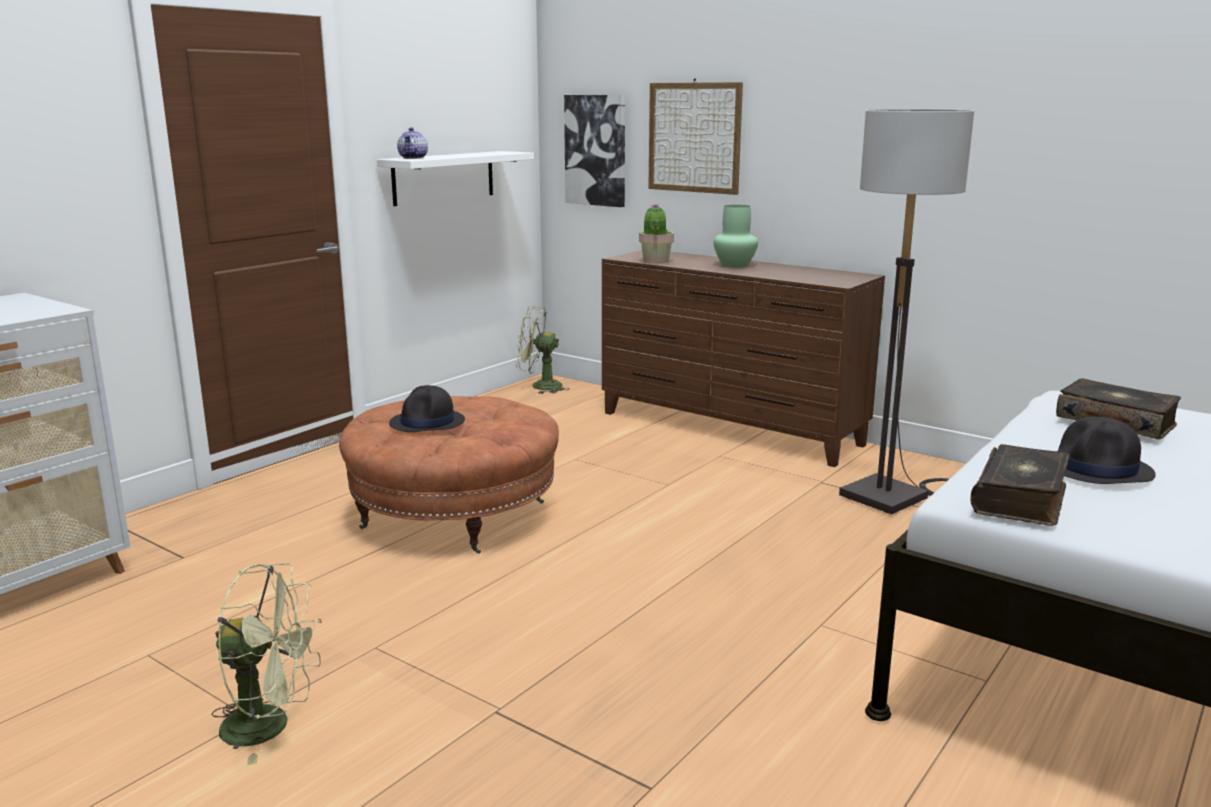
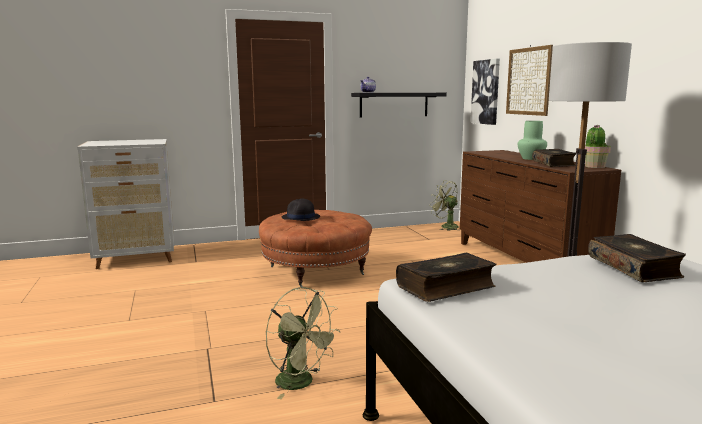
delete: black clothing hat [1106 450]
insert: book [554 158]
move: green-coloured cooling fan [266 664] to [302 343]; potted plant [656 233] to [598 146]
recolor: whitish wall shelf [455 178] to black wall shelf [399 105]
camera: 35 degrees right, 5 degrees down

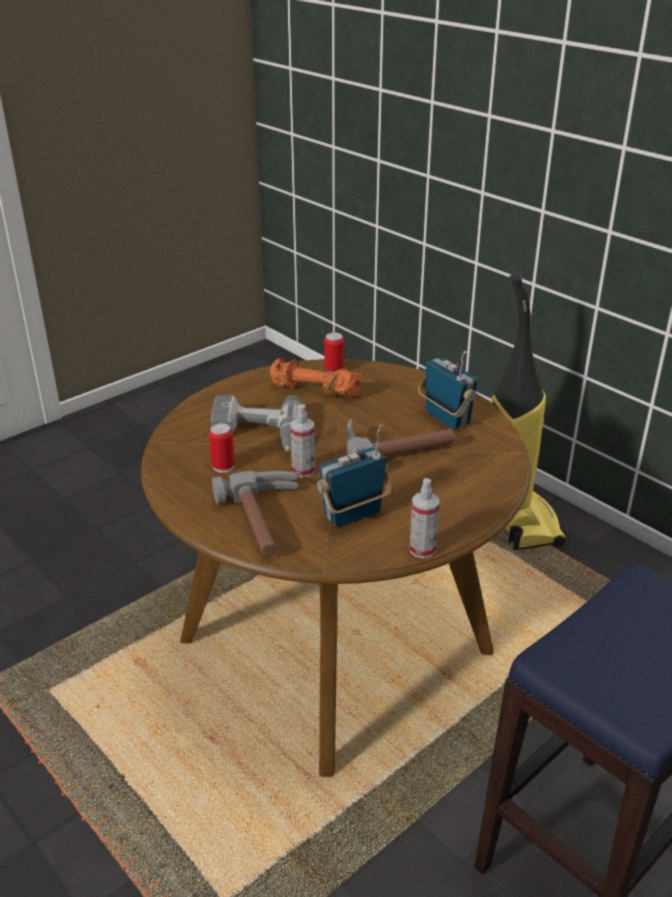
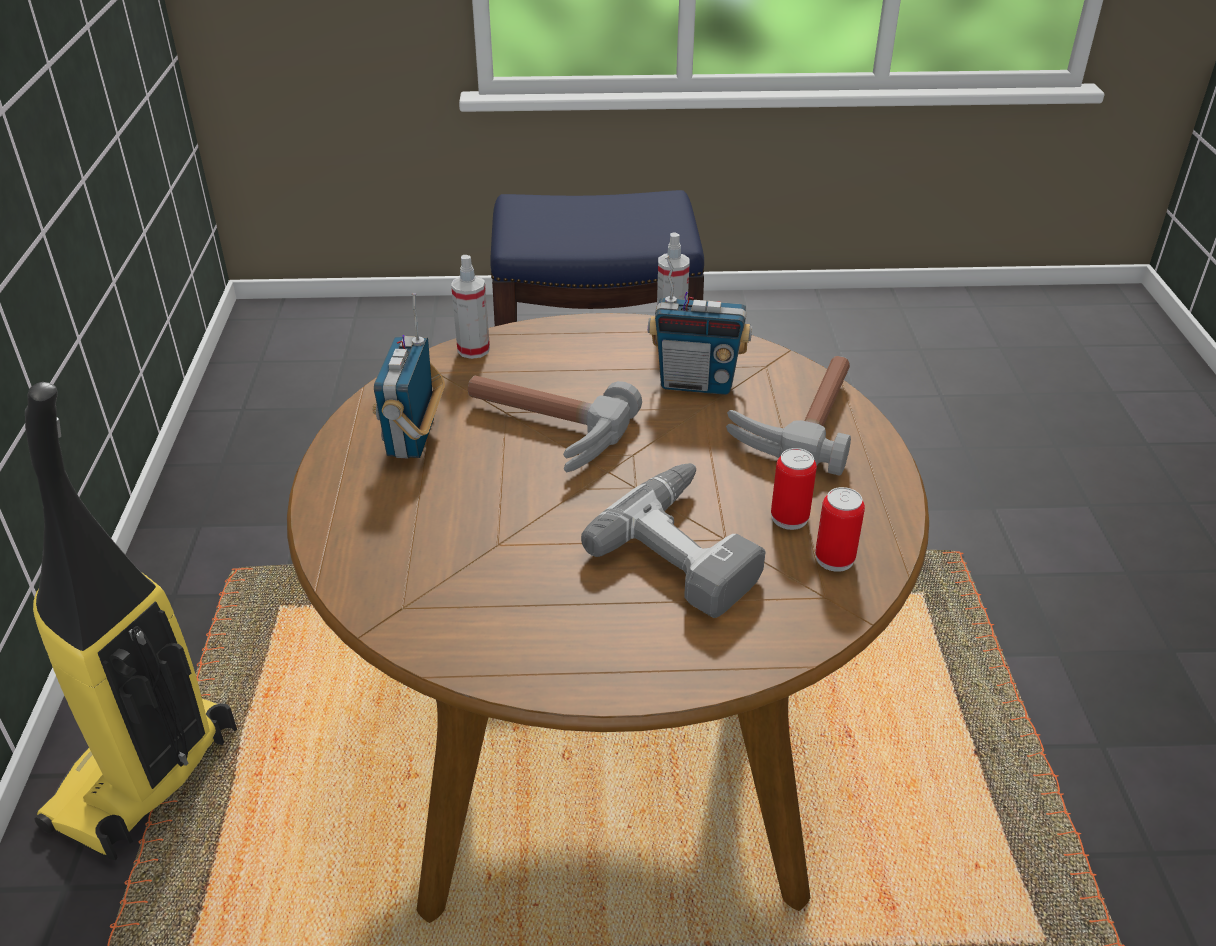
delete: orange-coloured free weight [316 377]
move: hand sprayer [302 441] to [470 307]; metal can [334 352] to [840 529]
camera: 140 degrees left, 5 degrees up

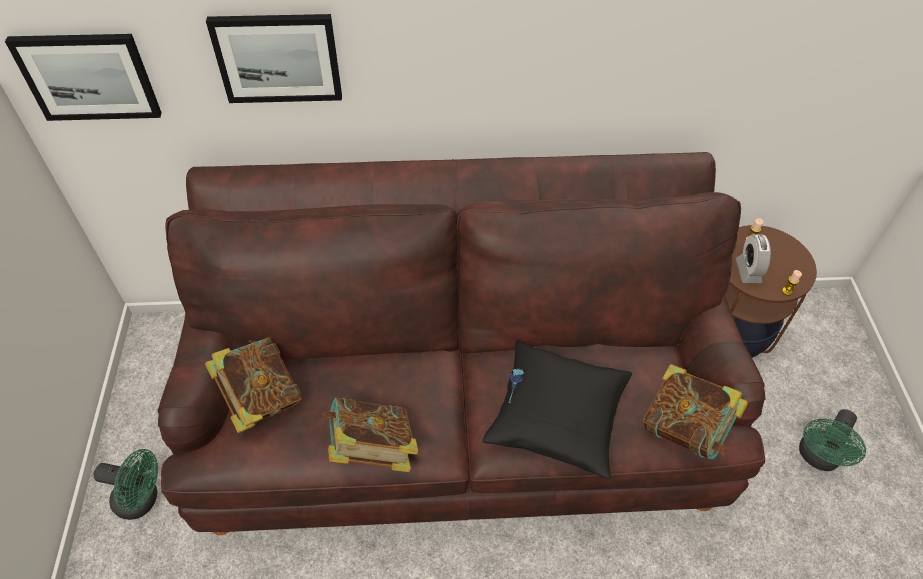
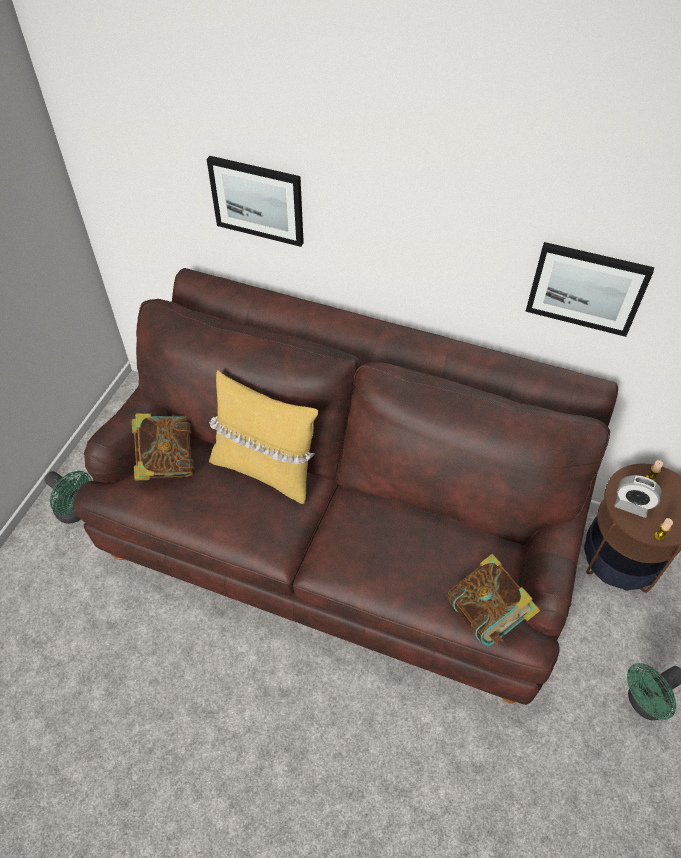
delete: book [370 435]; black cushion [557 410]
insert: yellowish cushion [263 437]
move: wall picture [83 77] to [589 289]
rotate: bedside clock [753 258] = [638 496] 90 degrees counterclockwise
camera: 25 degrees right, 0 degrees up

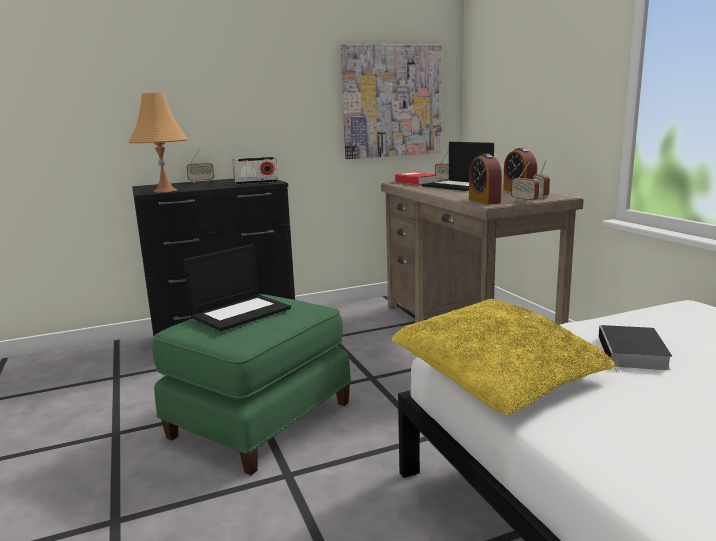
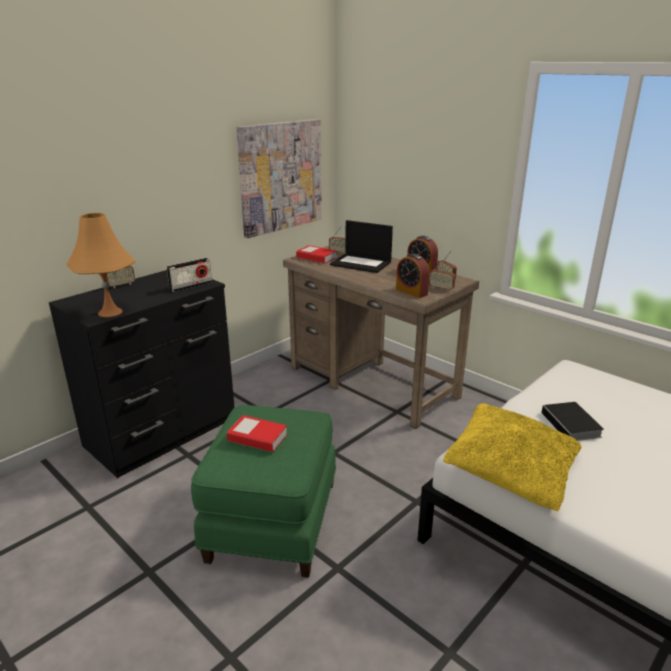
replace: portable computer [237 287] to book [257 433]
camera: 25 degrees left, 10 degrees up

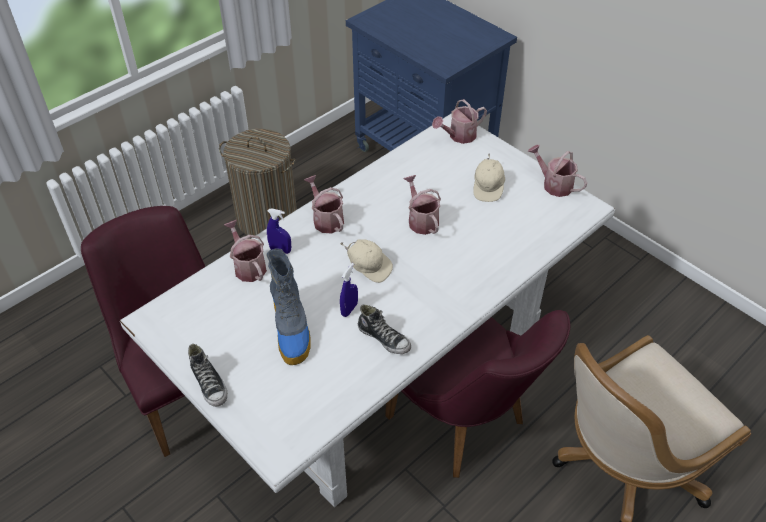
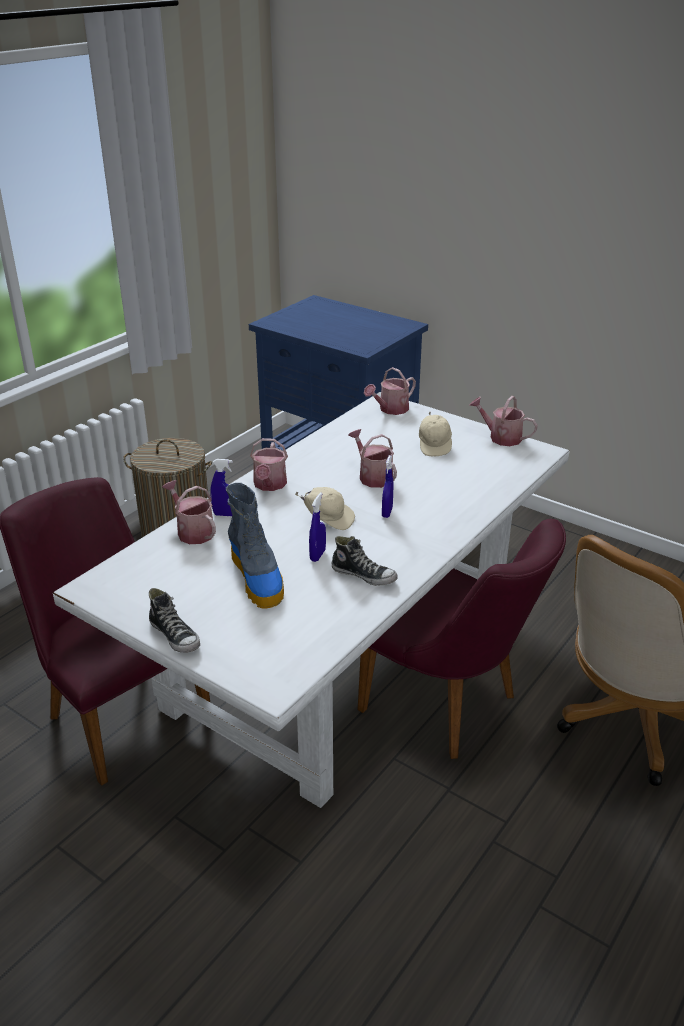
insert: blue hand sprayer [387 486]
rotate: sprinkling can [324 204] = [269 464] 135 degrees counterclockwise
camera: 10 degrees left, 15 degrees down

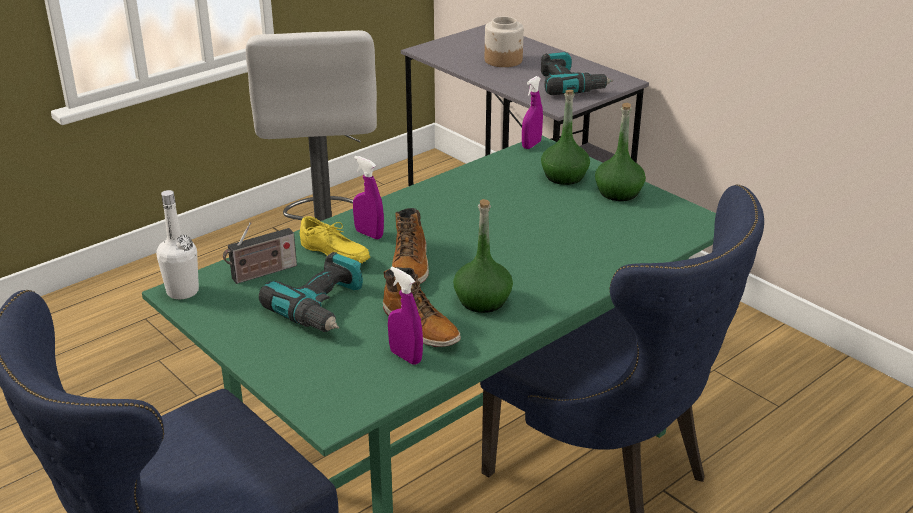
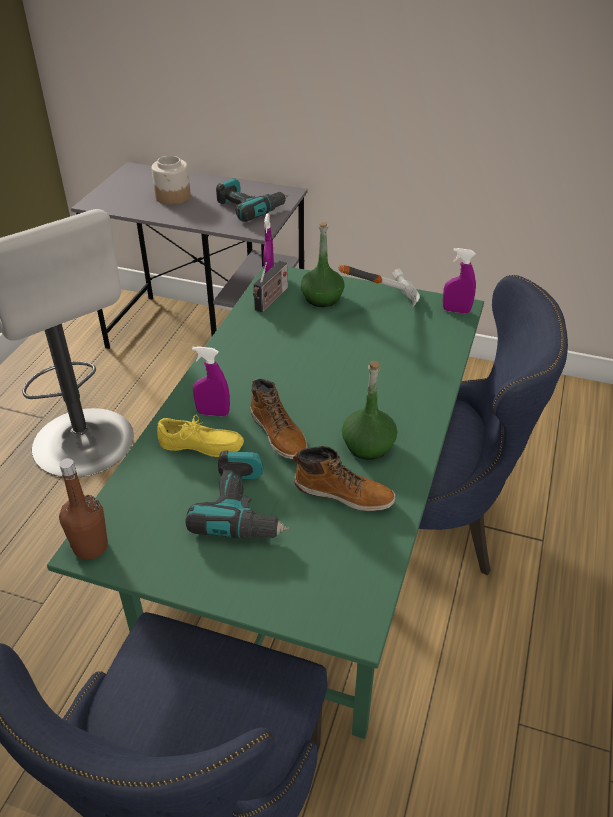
move: radio [260 253] to [270 287]; purple hand sprayer [405 316] to [459 281]
replace: green-coloured drink bottle [620 152] to tool hammer [379 285]
recolor: whitish drink bottle [177 244] to brown drink bottle [83 509]
camera: 30 degrees left, 10 degrees up

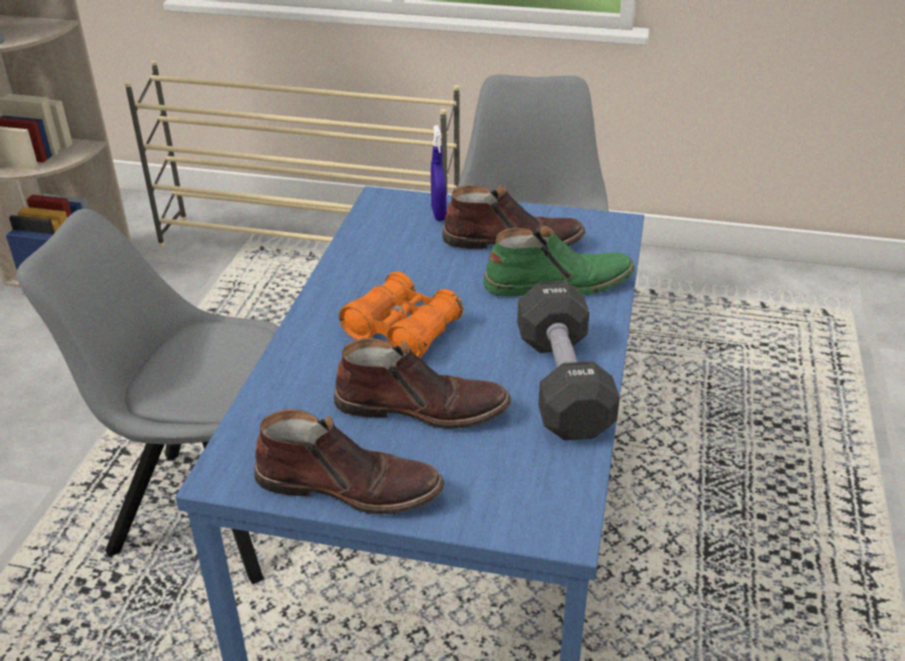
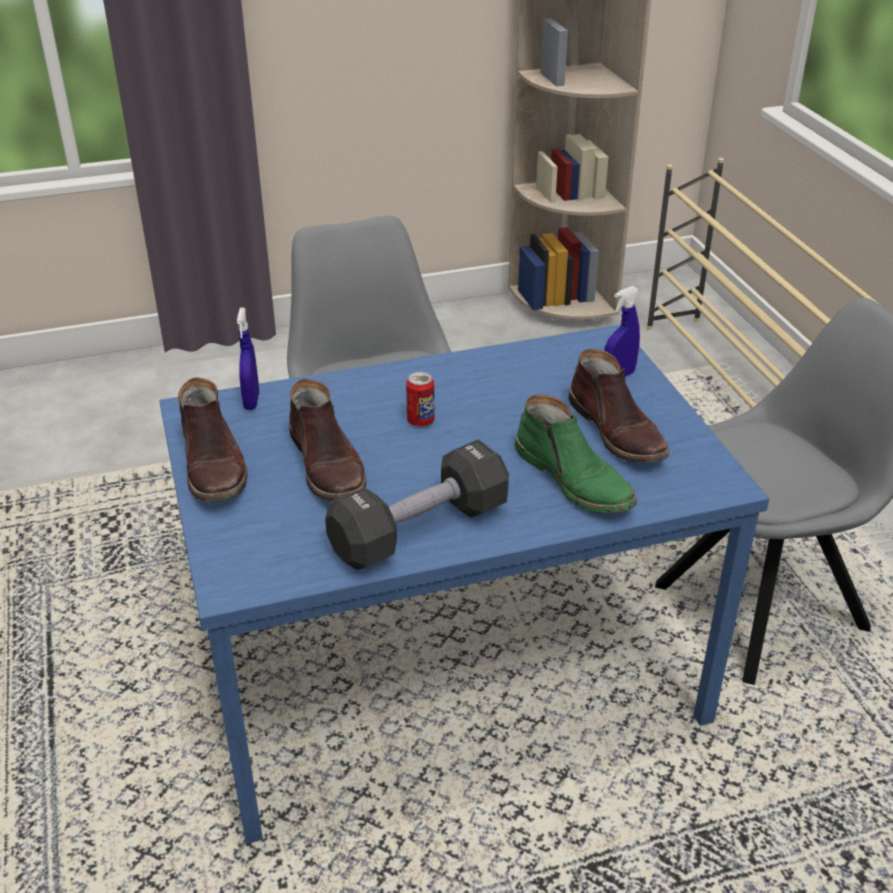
insert: blue hand sprayer [248 359]
replace: orange-coloured field glasses [401 314] to metal can [420 399]
camera: 60 degrees right, 0 degrees up

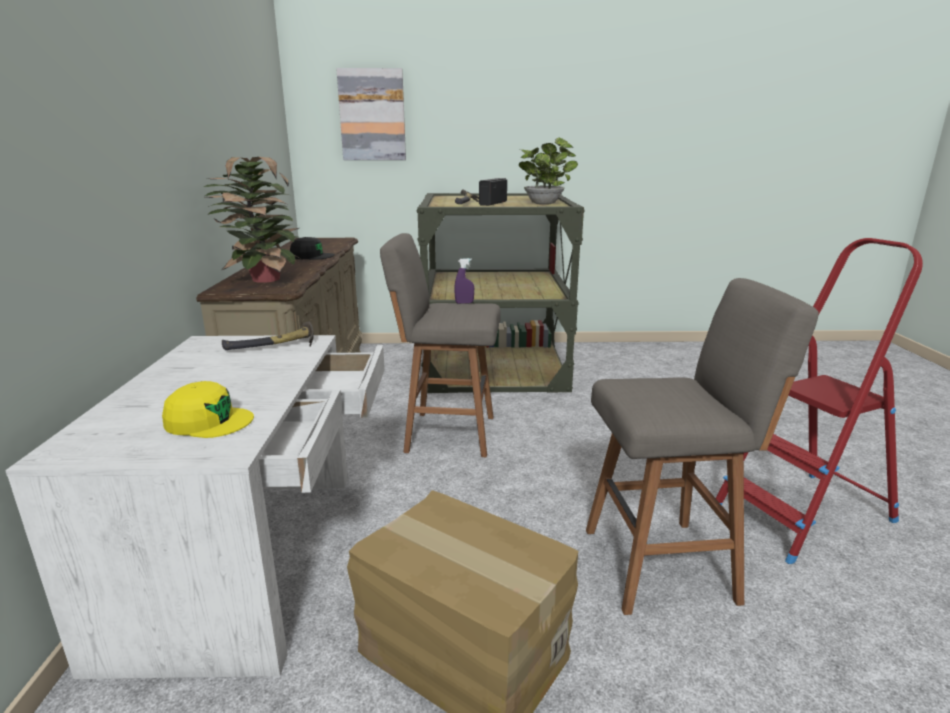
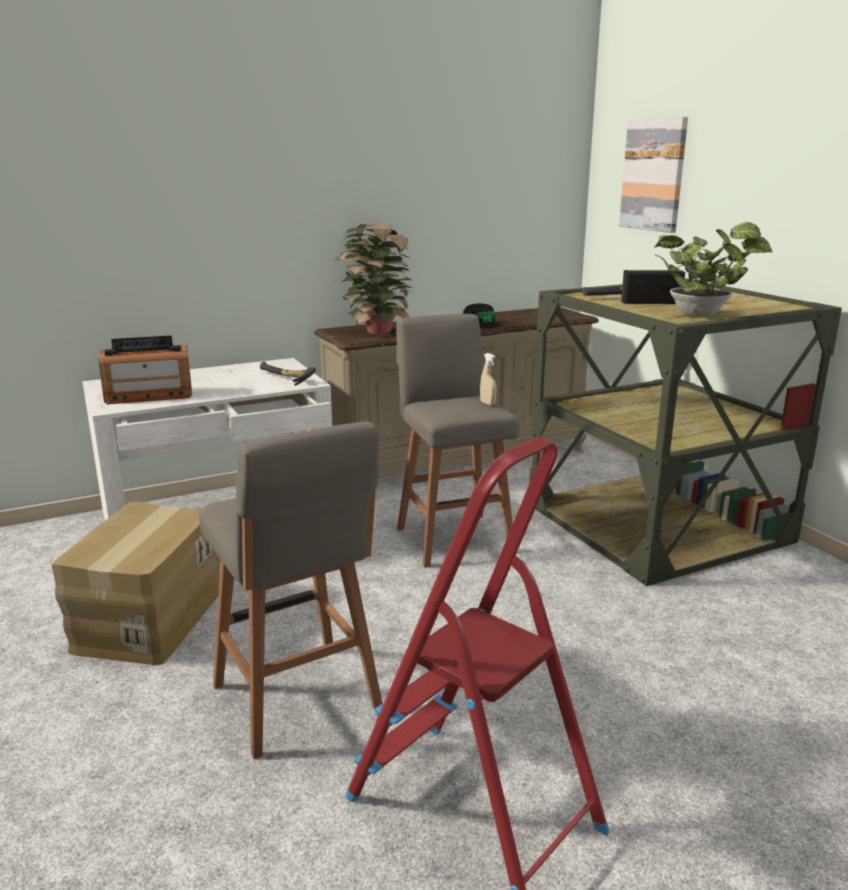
replace: yellowish peaked cap [208 409] to radio [145 370]
recolor: purple hand sprayer [464 281] to beige-coloured hand sprayer [488 379]
camera: 65 degrees right, 0 degrees up

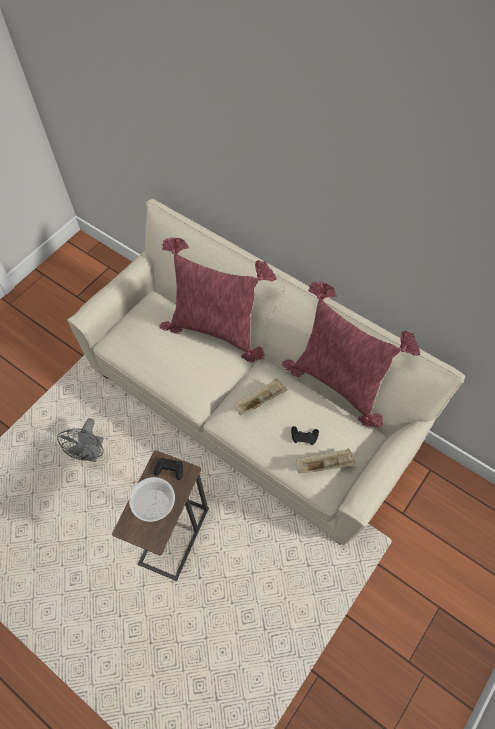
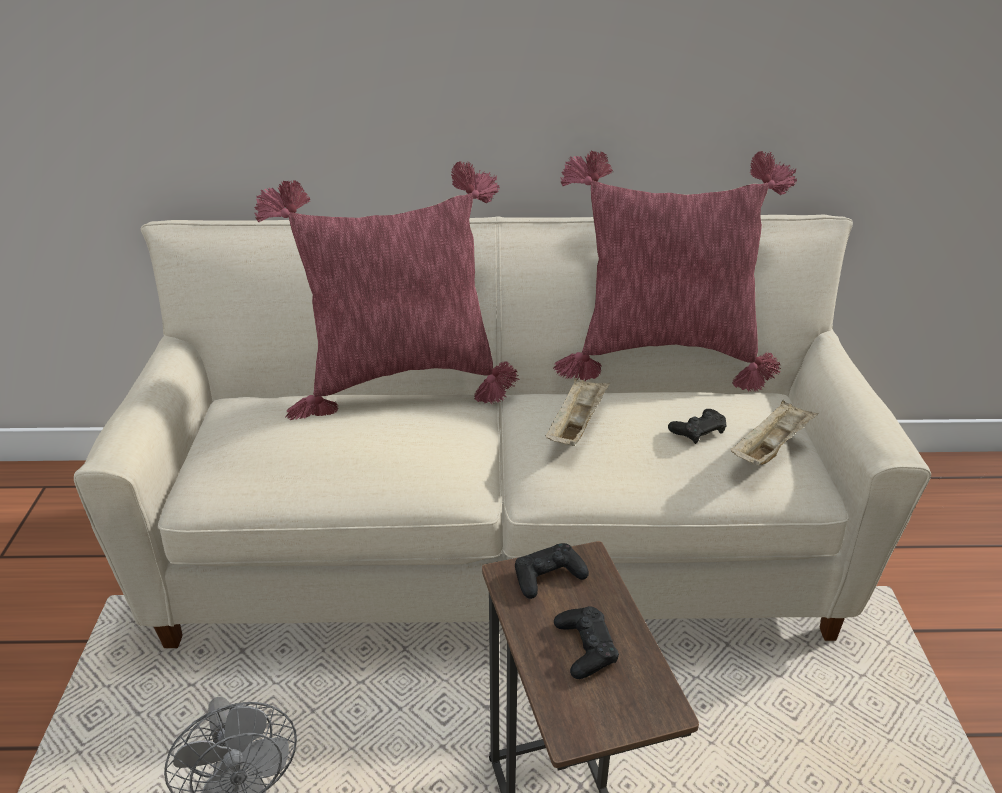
replace: bowl [152 499] to black gamepad [586 642]
camera: 40 degrees left, 25 degrees down

